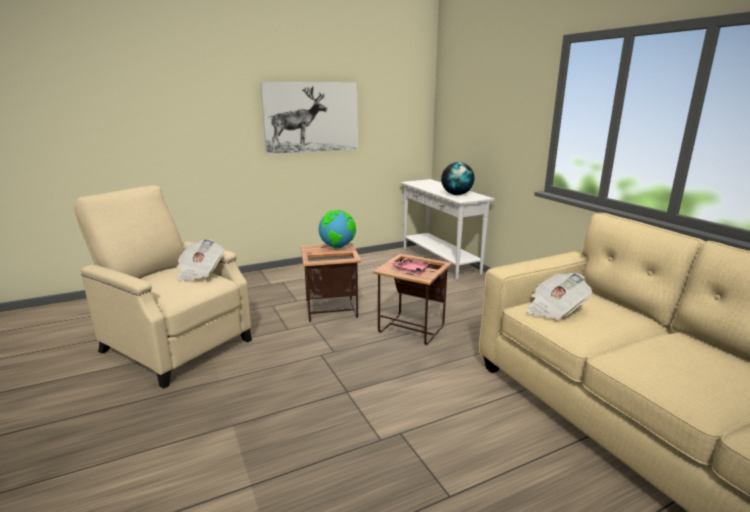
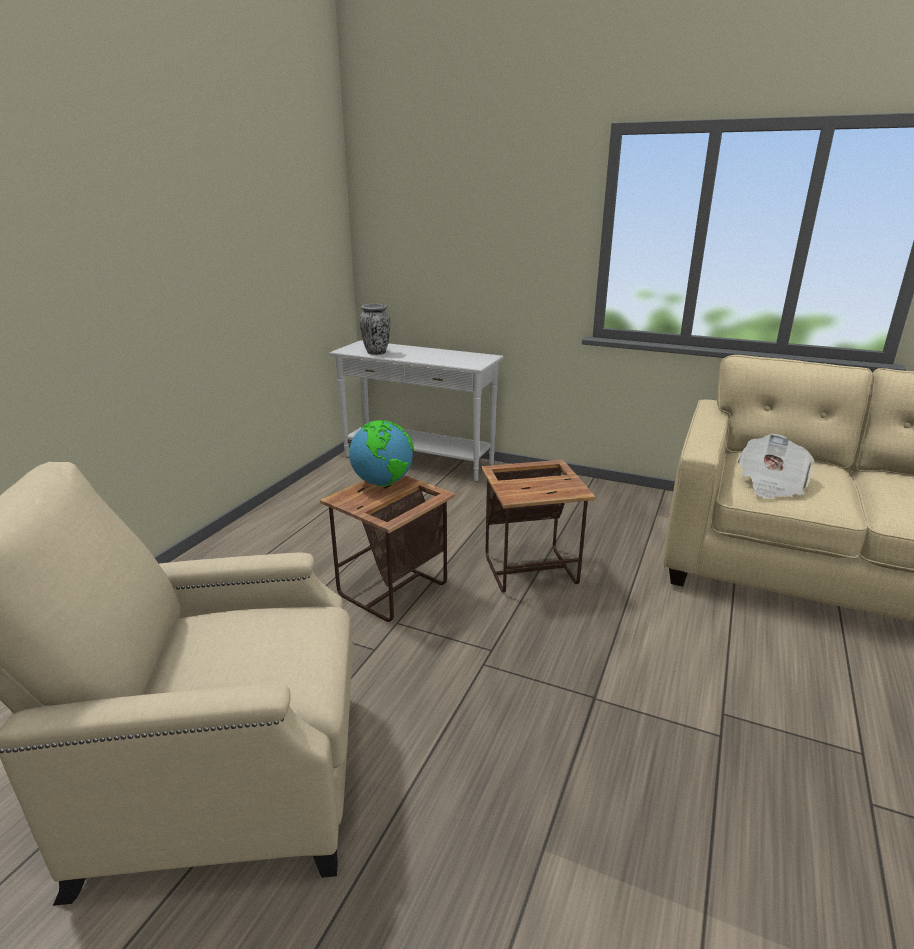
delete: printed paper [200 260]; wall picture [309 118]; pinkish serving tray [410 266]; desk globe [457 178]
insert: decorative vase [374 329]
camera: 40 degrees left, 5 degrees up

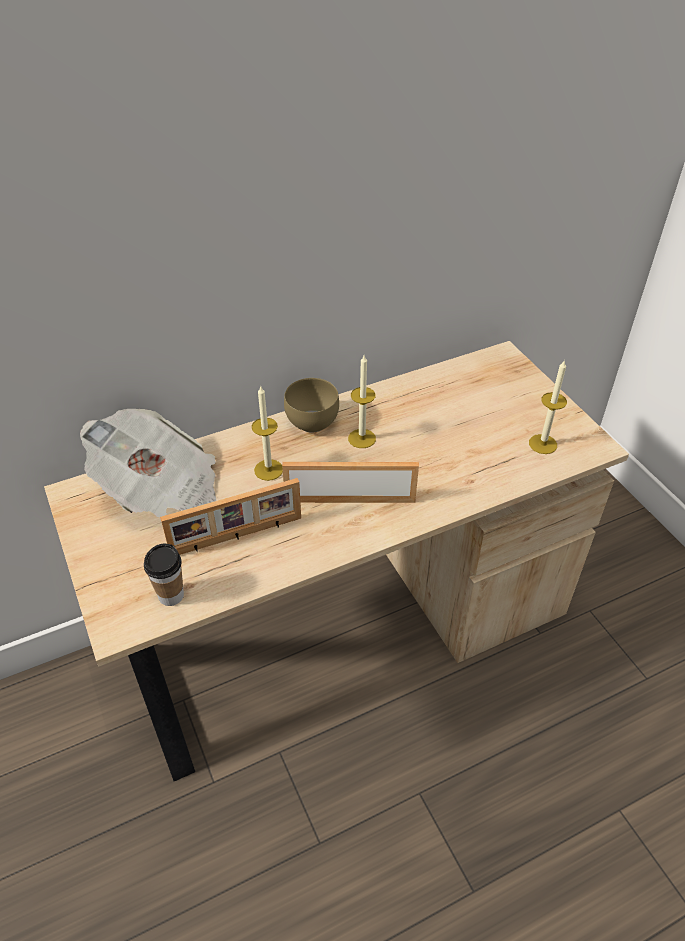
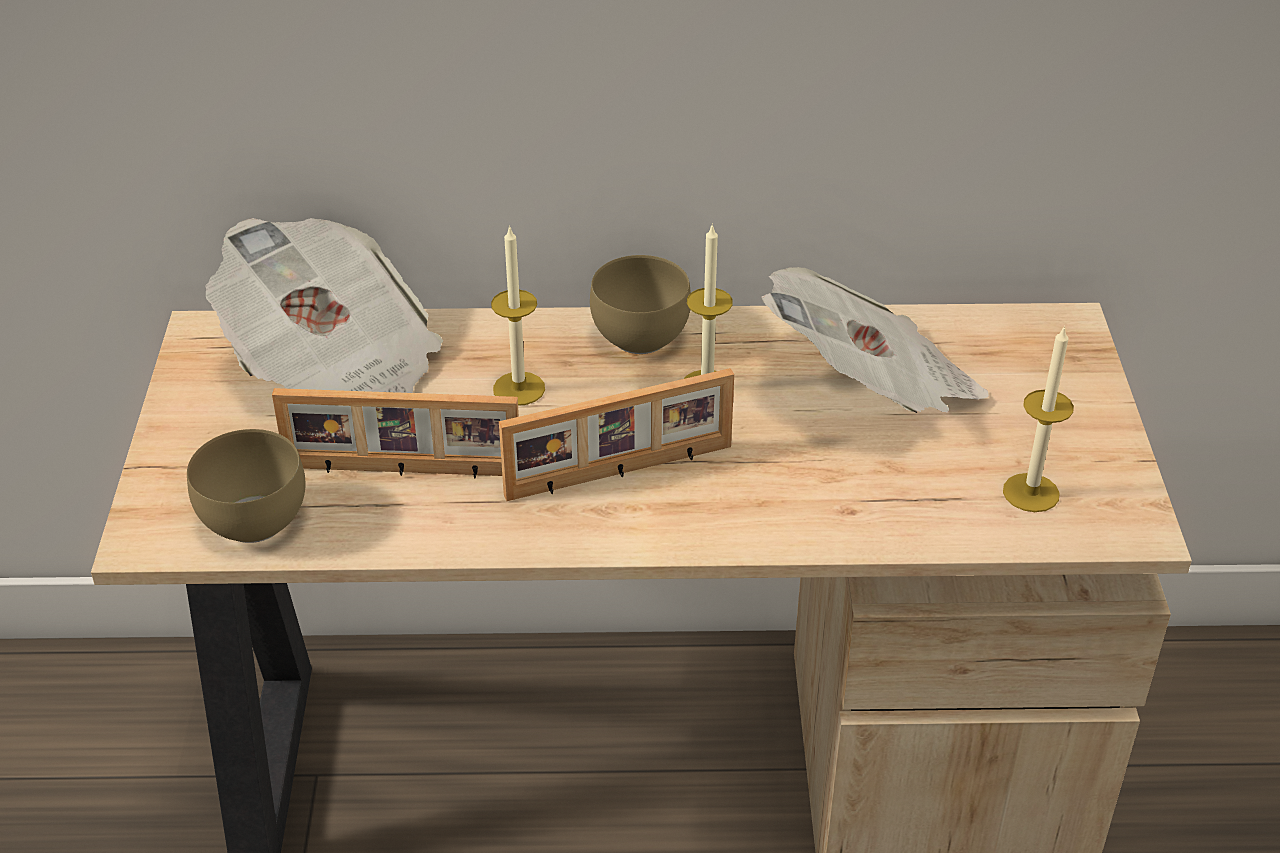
insert: printed paper [875 340]
replace: drinking cup [164 575] to brown bowl [246 486]
rotate: standing frame [350 482] = [616 434] 135 degrees clockwise
camera: 25 degrees right, 5 degrees down

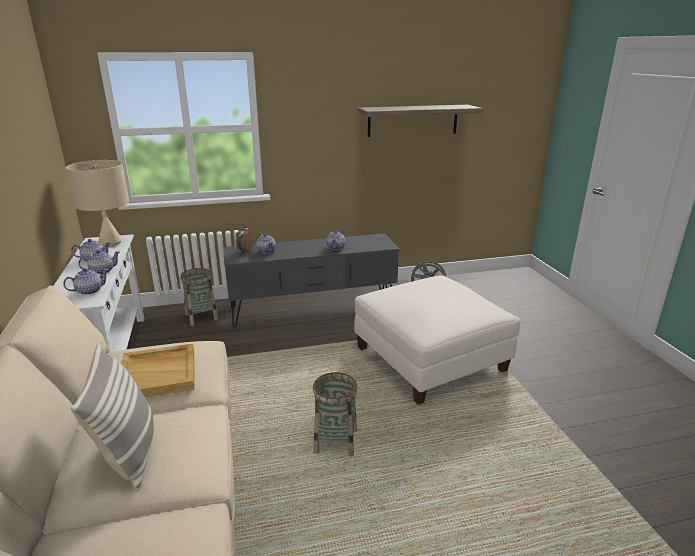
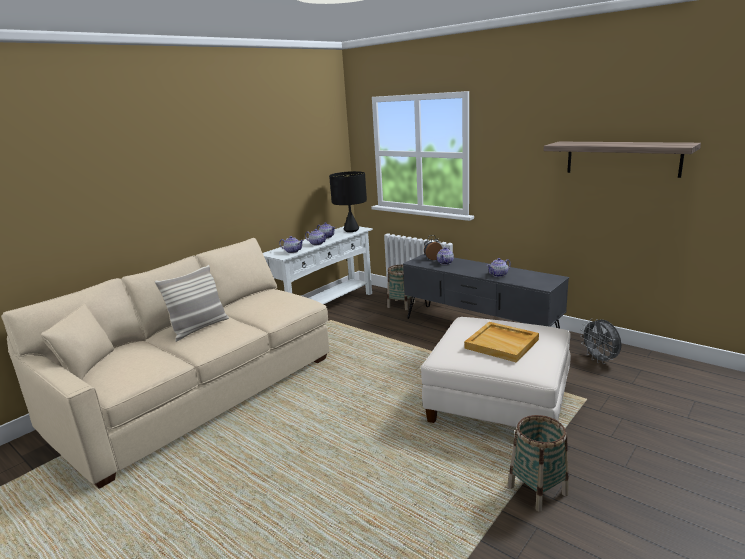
move: beige-coloured serving tray [158 370] to [501 342]; household basket [335 414] to [538 463]
recolor: beige-coloured table lamp [97 203] to black table lamp [348 201]
camera: 55 degrees right, 5 degrees down

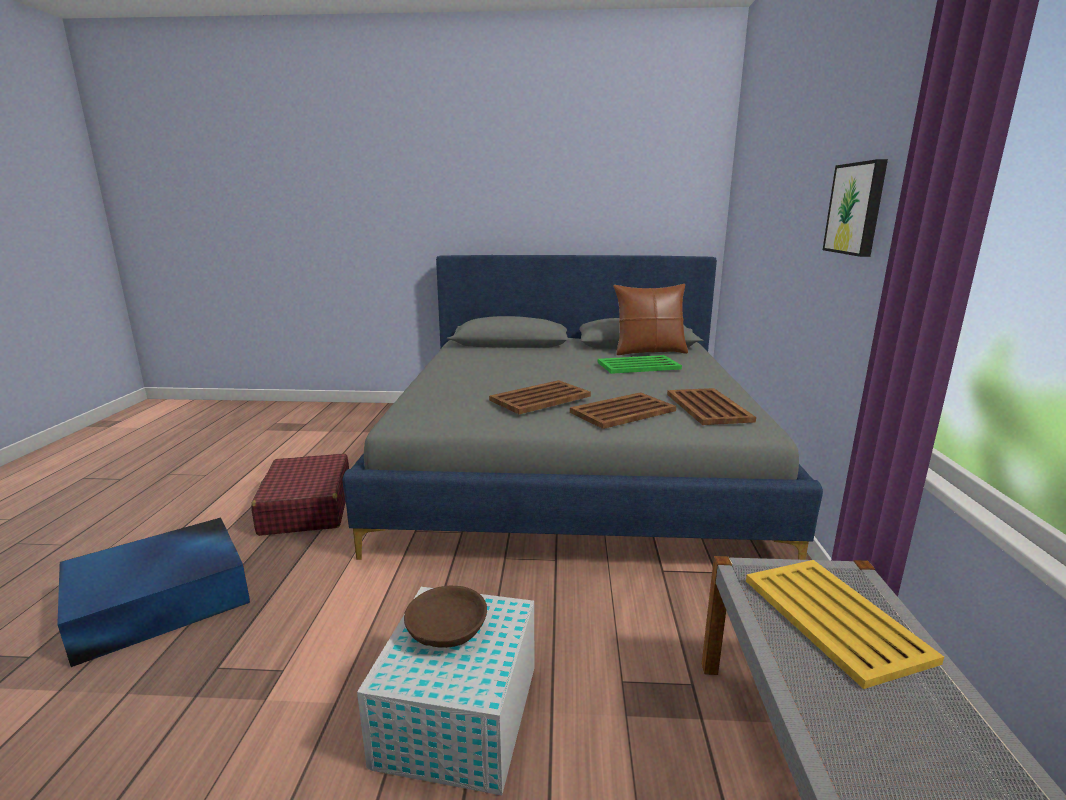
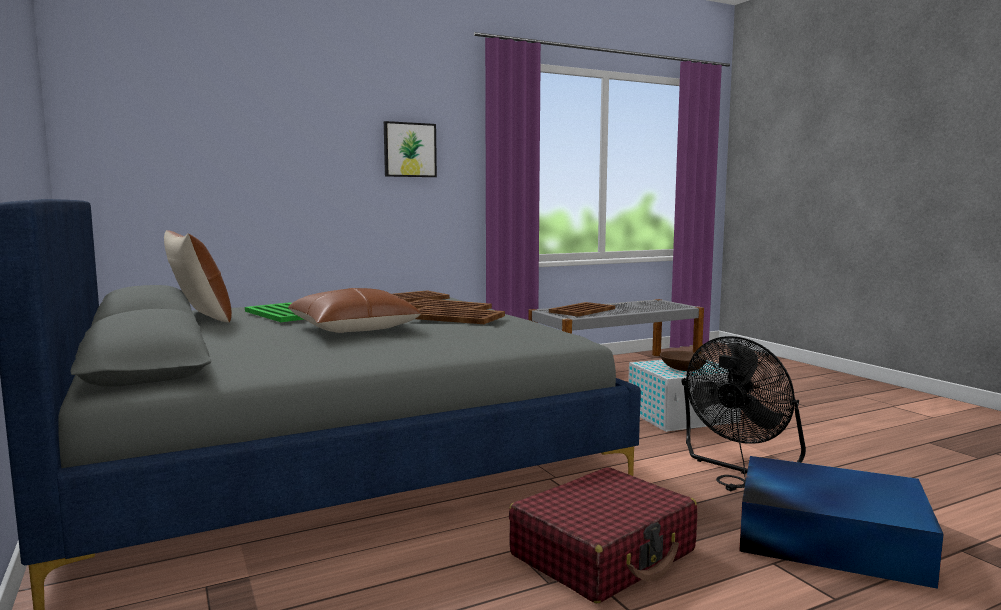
insert: brown cushion [354 310]; black cooling fan [743 413]
recolor: yellowish serving tray [845 624] to brown serving tray [582 309]
camera: 120 degrees left, 10 degrees down

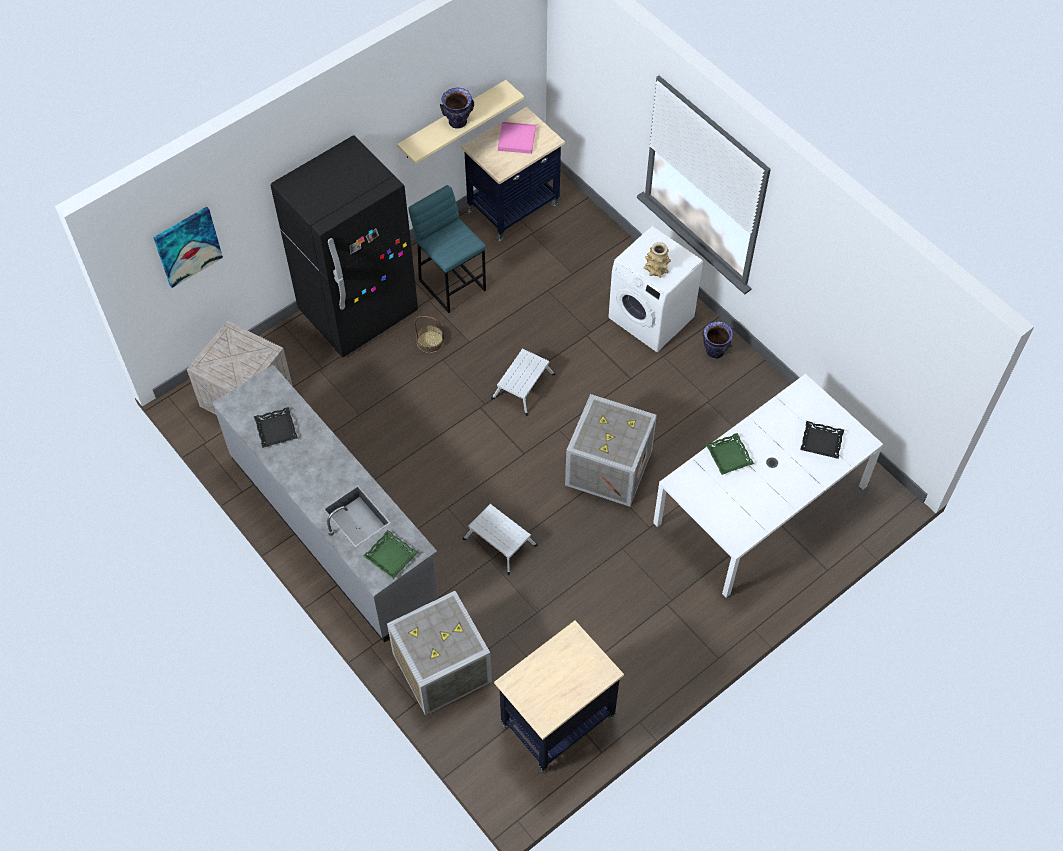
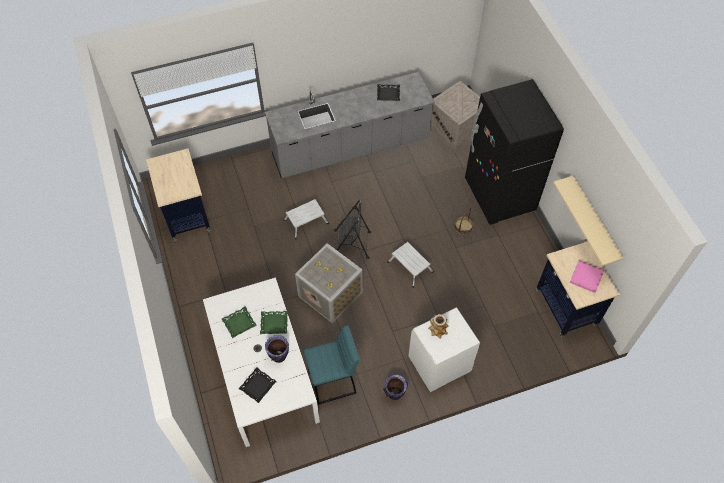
delete: wall picture [188 247]; crate [439 653]
insert: black stepladder [352 229]
move: green-coloured serving tray [390 554] to [239 322]; turquoise stool seat [447 249] to [332 365]; decorative vase [457 108] to [277 349]
camera: 110 degrees right, 0 degrees up

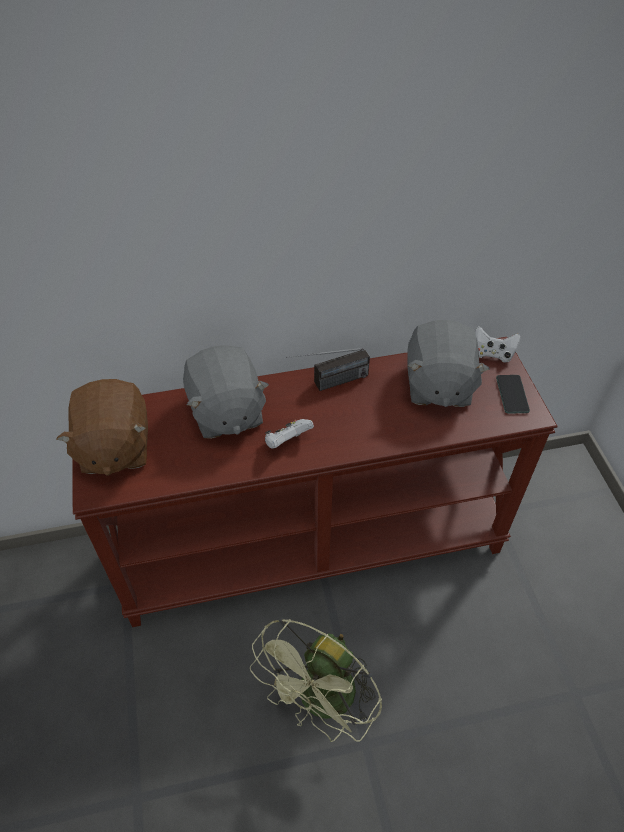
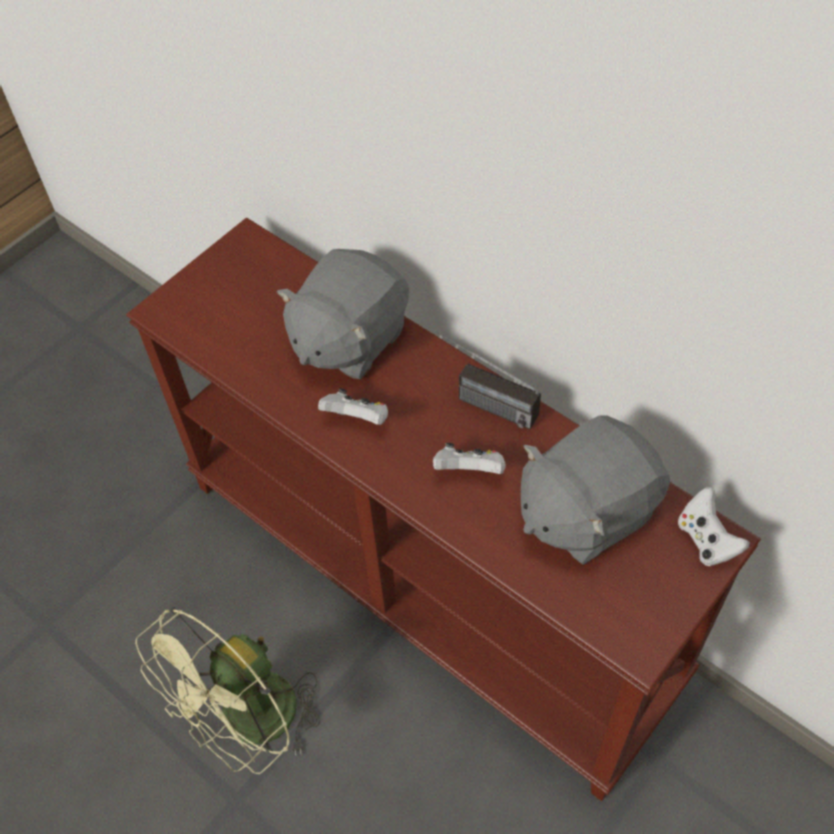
delete: brown cuddly toy [102 427]; phone [513 394]
insert: whitish gamepad [469 458]
rotate: green-coloured cooling fan [316 680] = [227 690] 45 degrees counterclockwise
camera: 55 degrees right, 5 degrees up

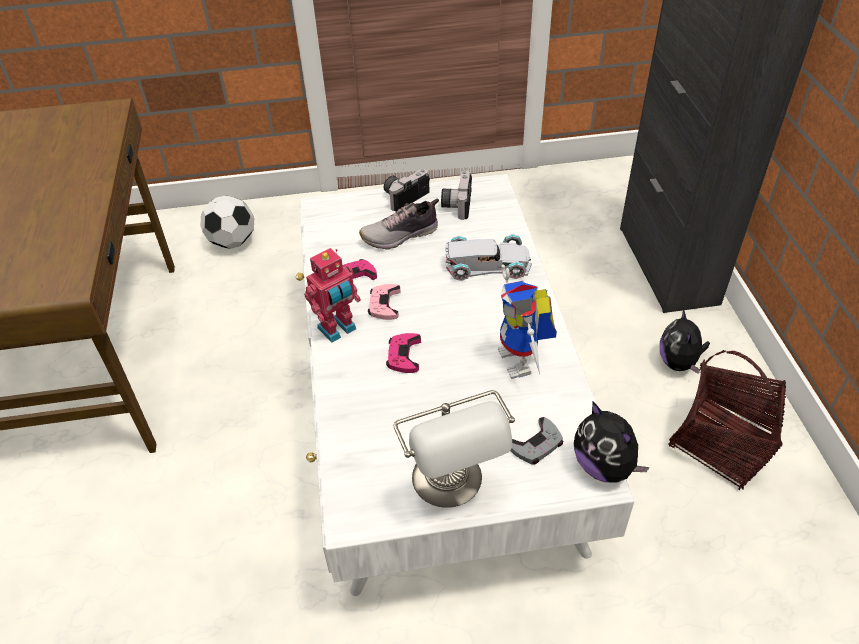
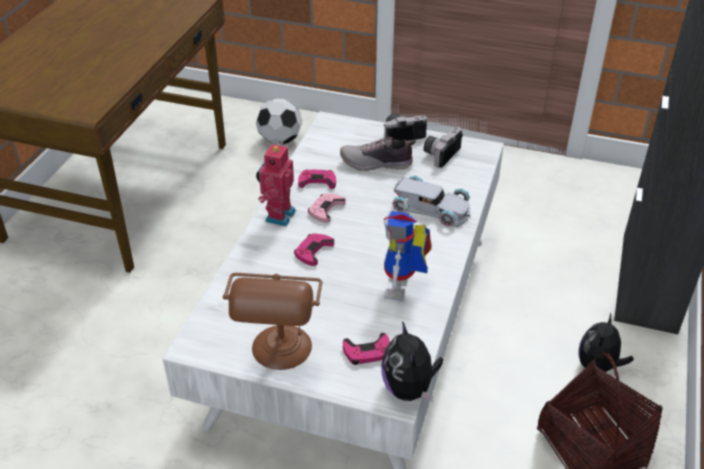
recolor: whitish table lamp [454 449] to brown table lamp [272 321]; grey gamepad [536 441] to pinkish gamepad [366 349]
rotate: model robot [332 295] = [276 184] 120 degrees clockwise
camera: 25 degrees right, 5 degrees down

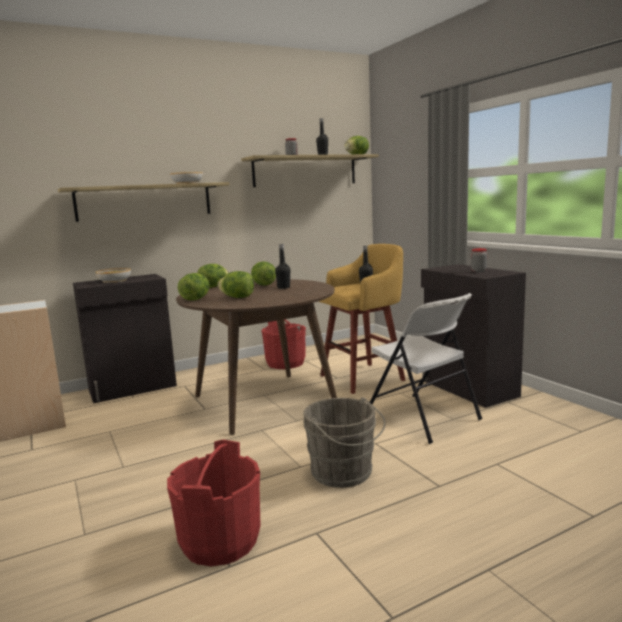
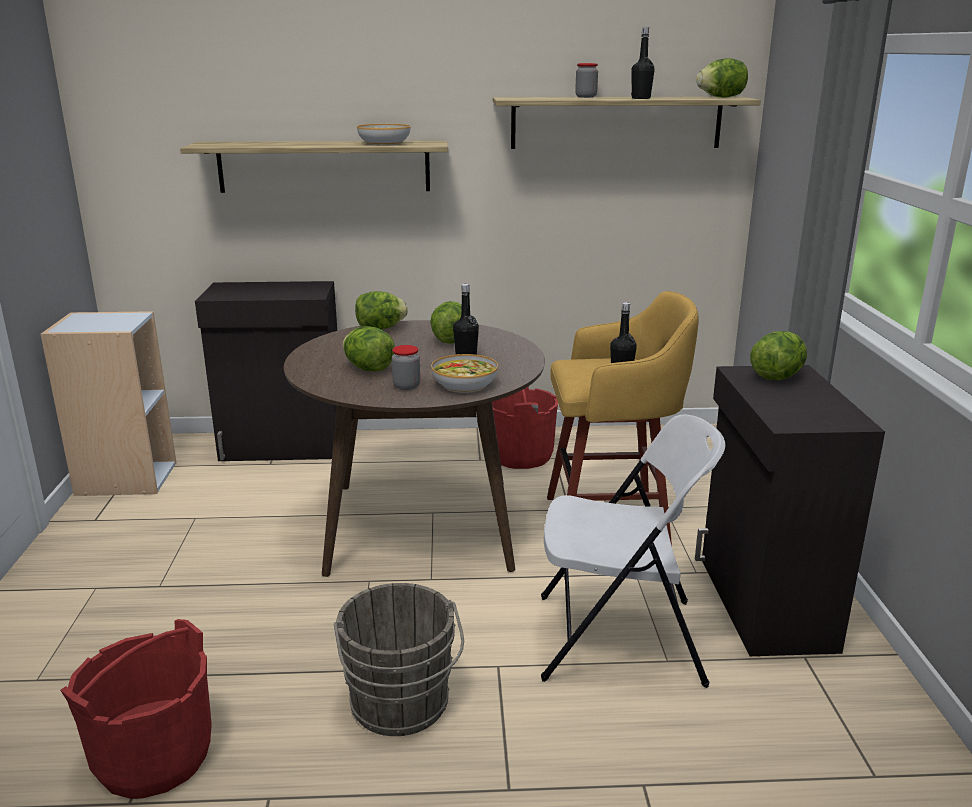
move: bowl [113 275] to [464 373]; lettuce [193 286] to [778 355]; storage jar [479 260] to [406 367]
rotate: whitish upright chair [426 368] = [633 551] 75 degrees counterclockwise
camera: 25 degrees right, 10 degrees up

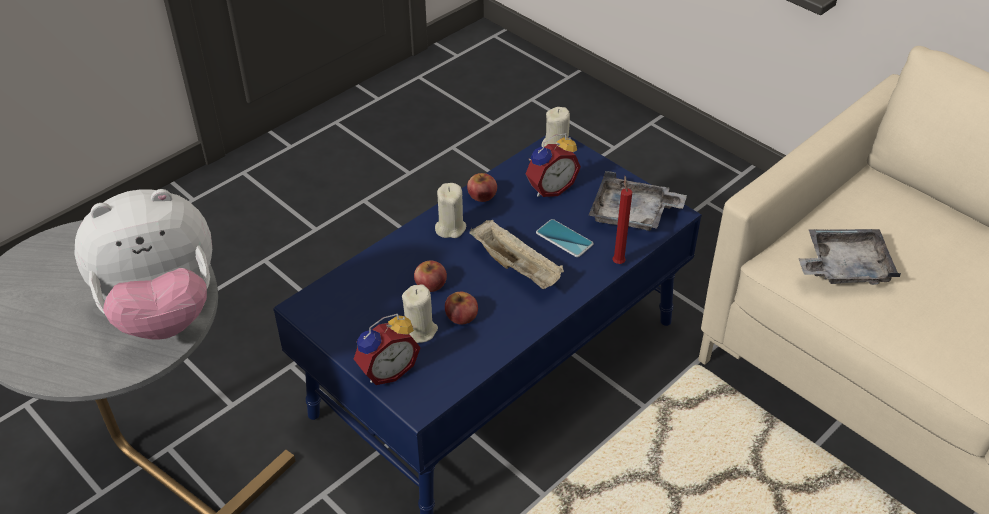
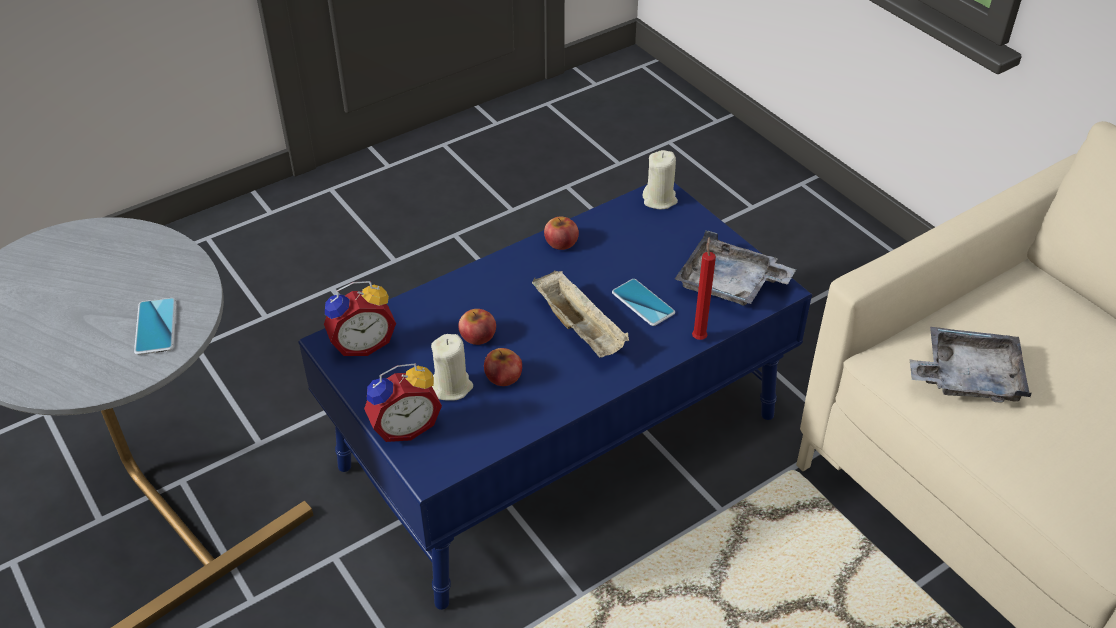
delete: beige-coloured wax candle [450 210]
move: bedside clock [553 165] to [360 318]
replace: cuddly toy [143 264] to phone [155 326]
camera: 10 degrees right, 0 degrees up

